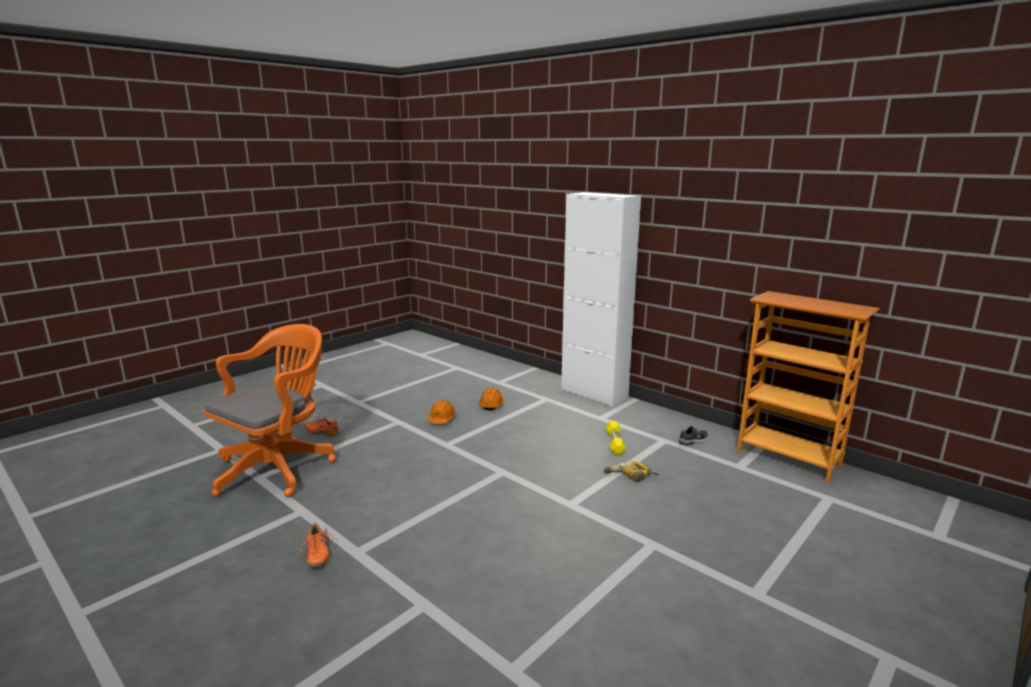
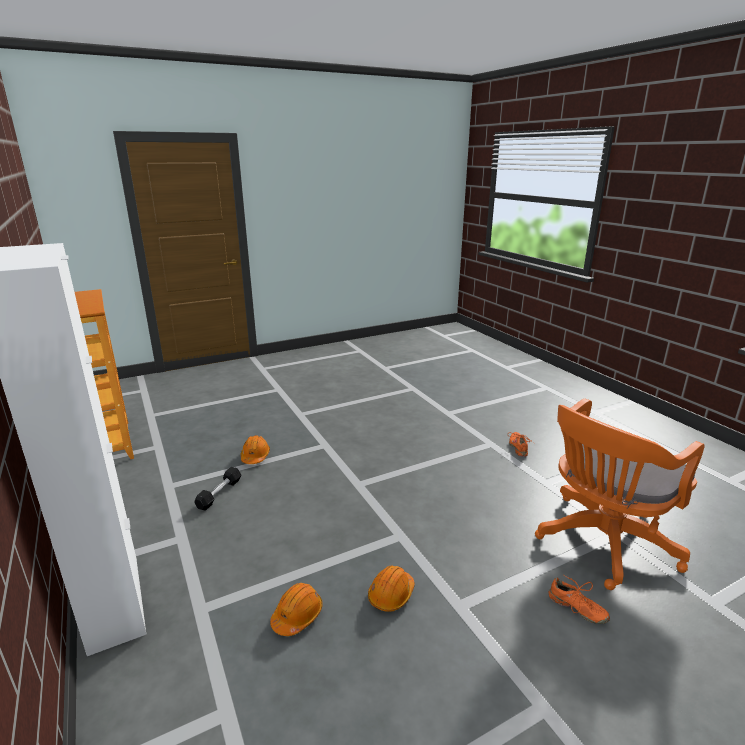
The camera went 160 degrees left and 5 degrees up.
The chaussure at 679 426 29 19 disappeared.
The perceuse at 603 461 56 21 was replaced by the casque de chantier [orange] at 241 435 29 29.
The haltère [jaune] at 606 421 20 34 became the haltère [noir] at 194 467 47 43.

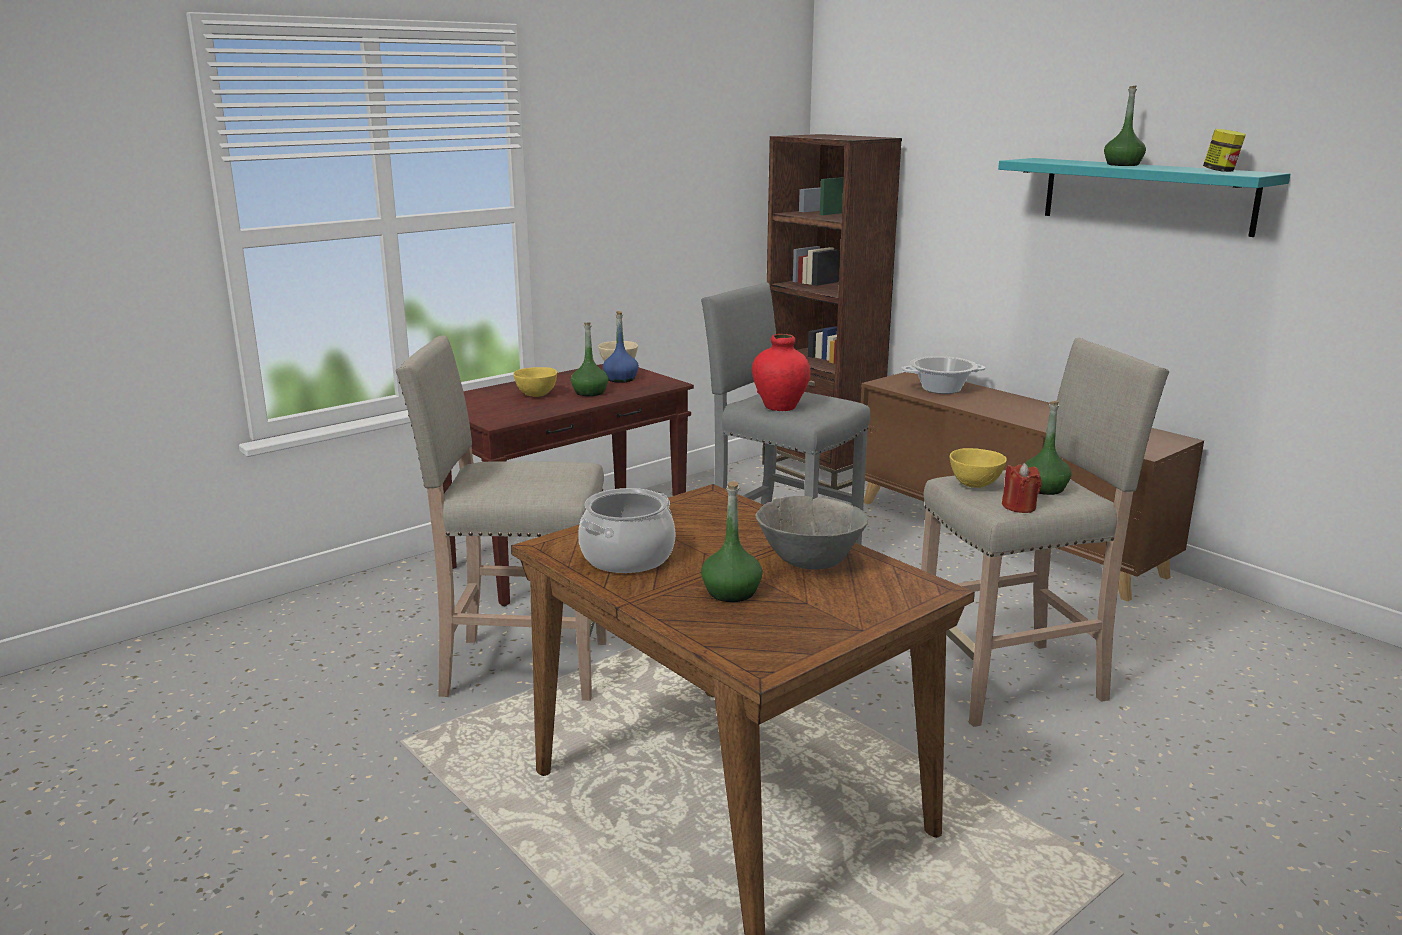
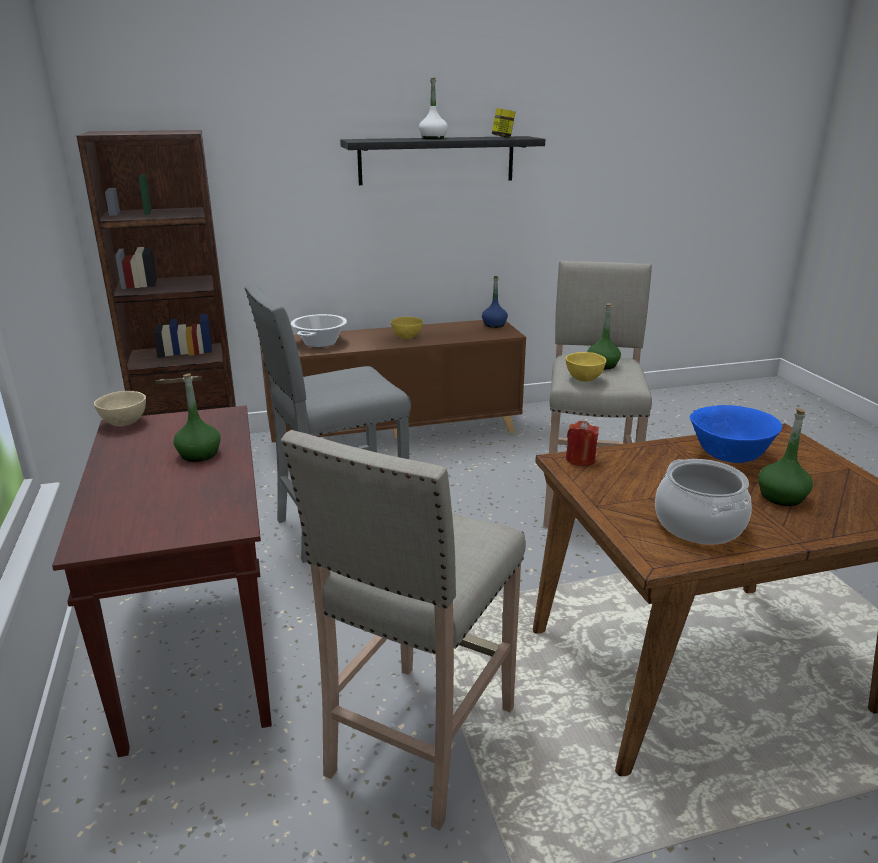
The camera went 65 degrees left and 5 degrees up.
The vase [rouge] at 752 334 59 77 disappeared.
The bol [jaune] moved from 513 367 44 30 to 391 317 32 22.
The bouteille [bleu] moved from 603 311 36 72 to 482 276 26 52.
The bougie [rouge] moved from 1002 463 40 50 to 566 421 33 45.
The bol [gris] at 755 496 113 74 became the bol [bleu] at 690 405 92 58.
The étagère [turquoise] at 998 158 292 79 became the étagère [noir] at 340 136 205 49.
The bouteille [vert] at 1104 86 42 80 became the bouteille [blanc] at 419 77 29 62.

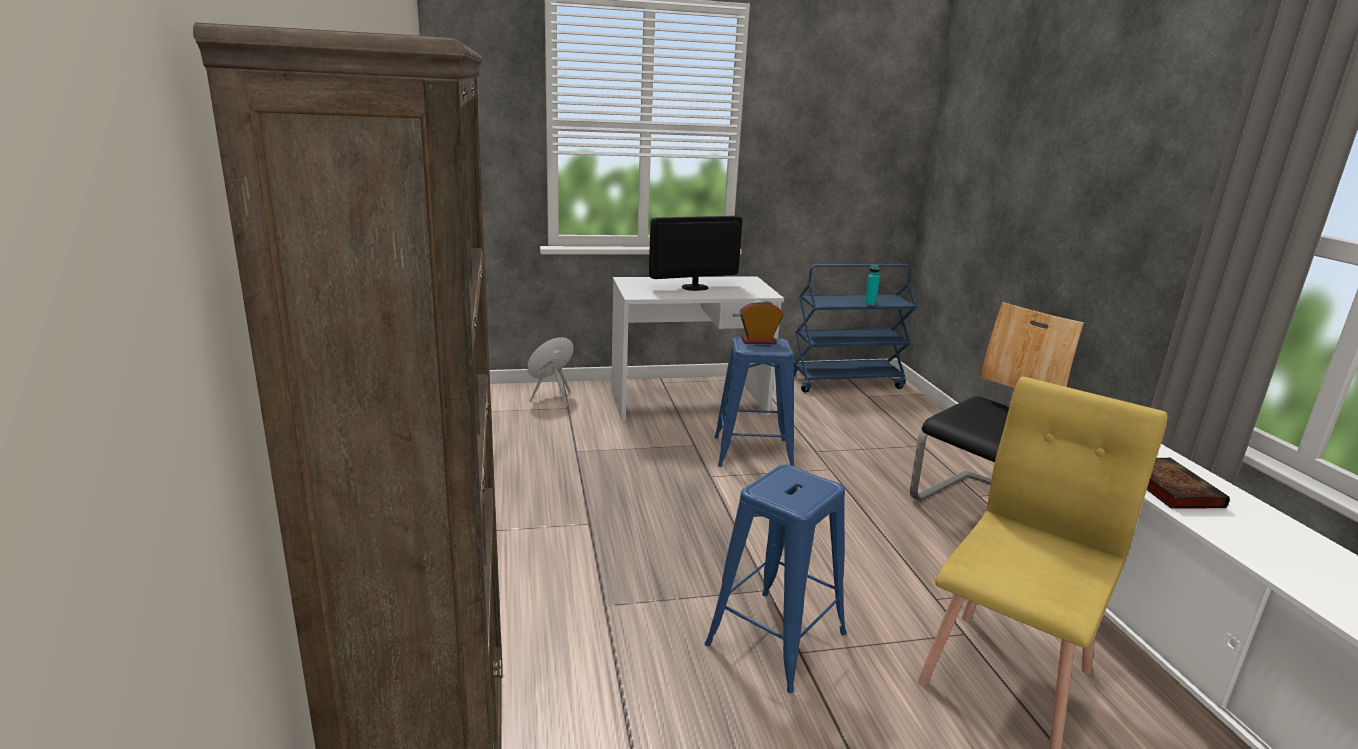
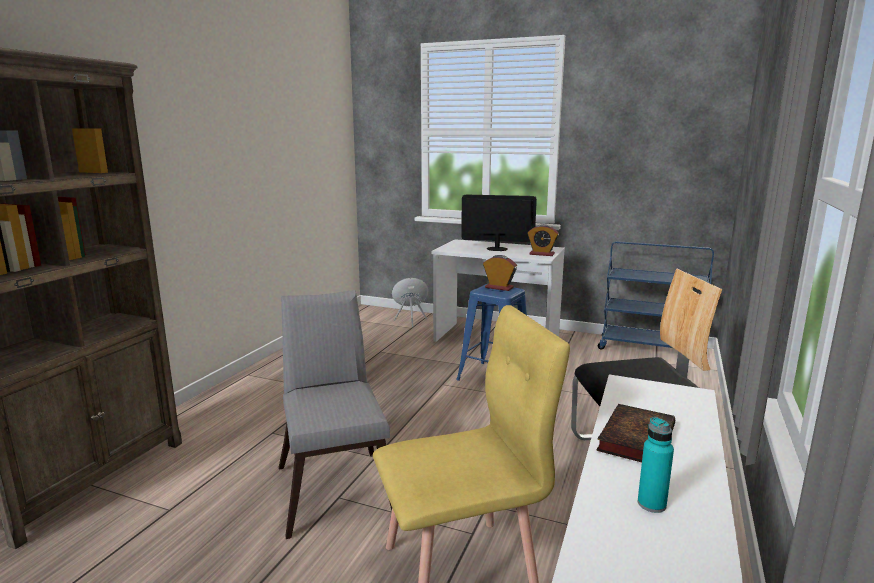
The camera went 35 degrees right and 5 degrees down.
The réveil at 527 224 32 32 appeared.
The bouteille [turquoise] moved from 864 264 16 41 to 638 417 36 96.
The tabouret [bleu] at 704 464 143 229 was replaced by the chaise [gris] at 279 290 113 249.

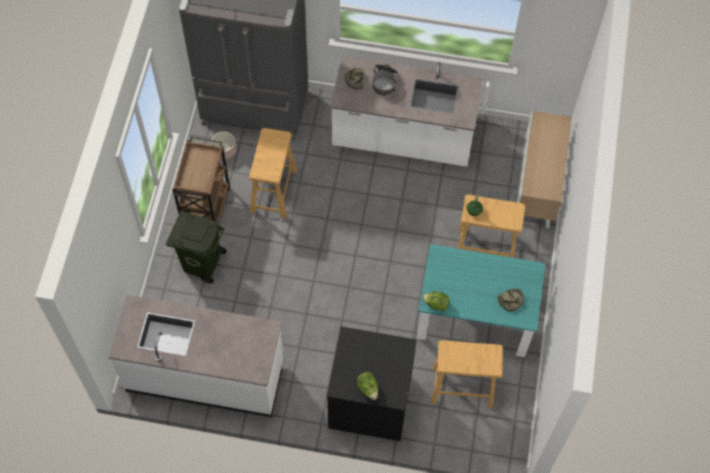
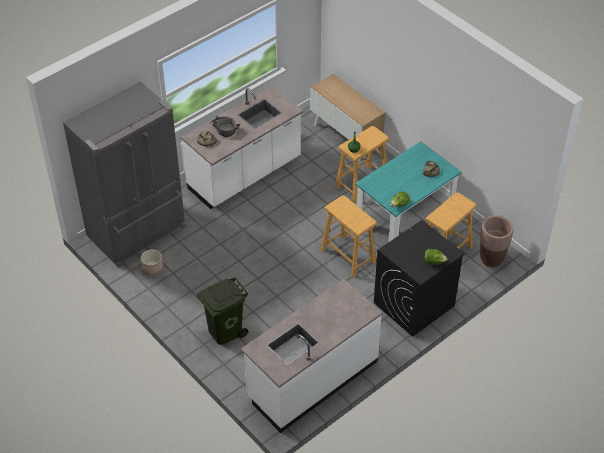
The camera went 50 degrees left and 15 degrees down.
The chariot [marron] at 172 137 58 86 disappeared.
The cache-pot [marron] at 480 215 34 52 appeared.
The tabouret [beige] moved from 249 128 49 91 to 321 196 56 82.

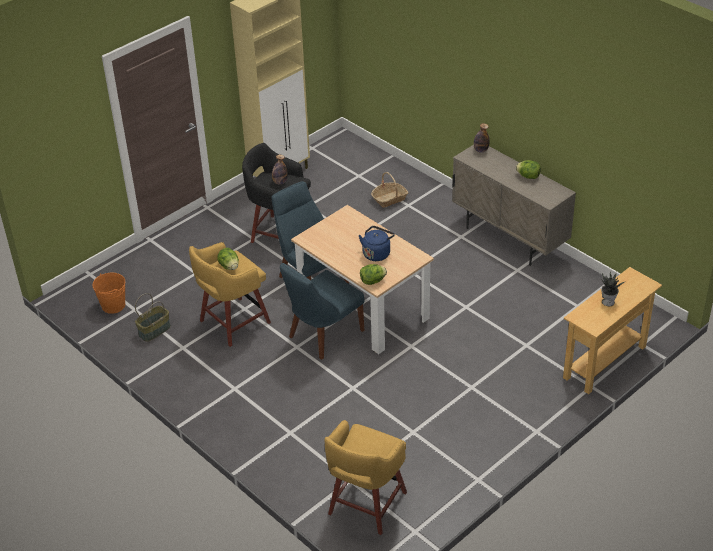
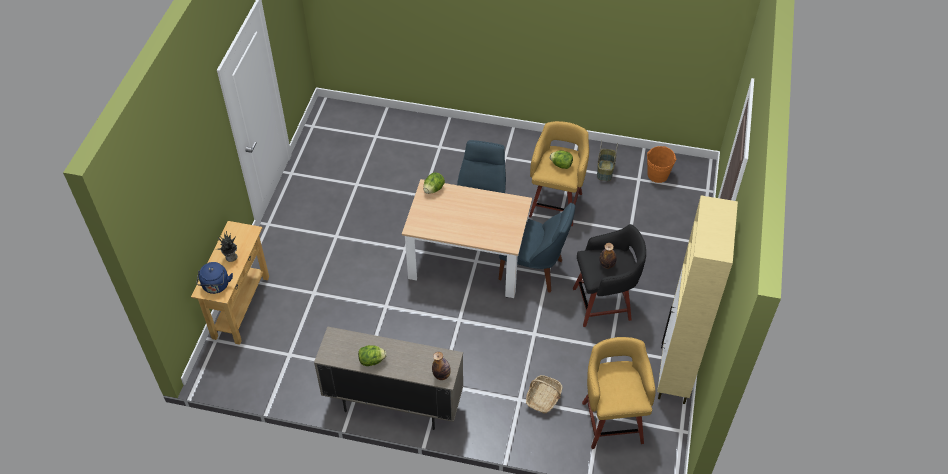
The camera went 145 degrees right and 10 degrees up.
The tabouret [jaune] moved from 324 420 83 115 to 582 337 74 112.
The bouilloire [bleu] moved from 359 226 36 35 to 196 262 37 32.

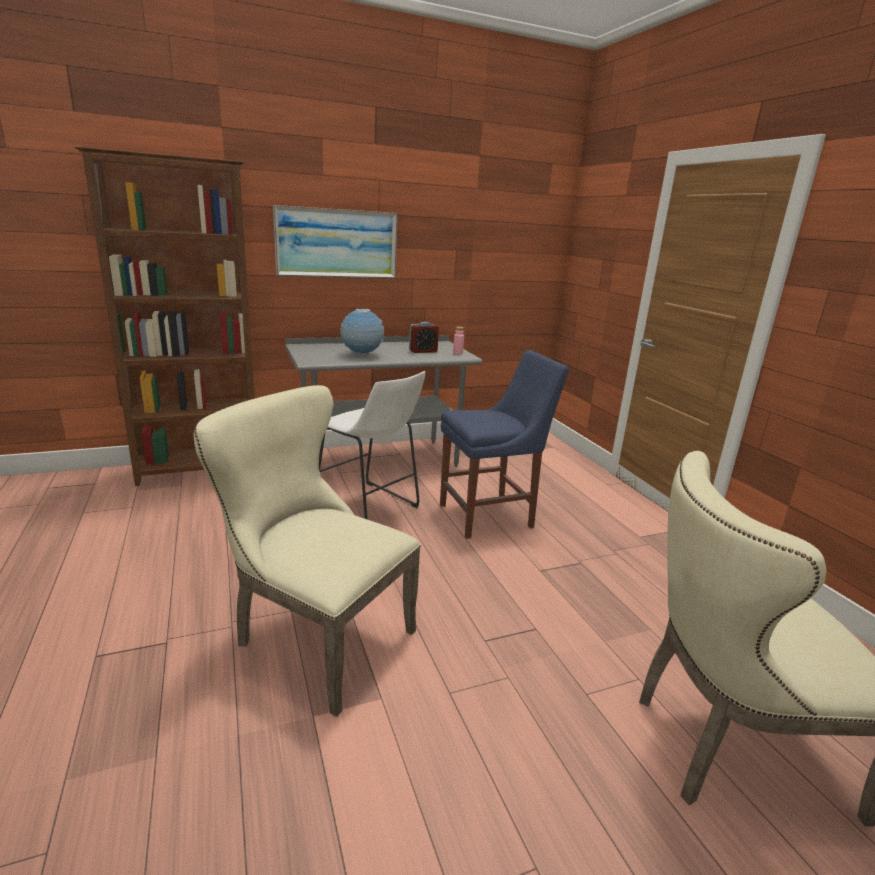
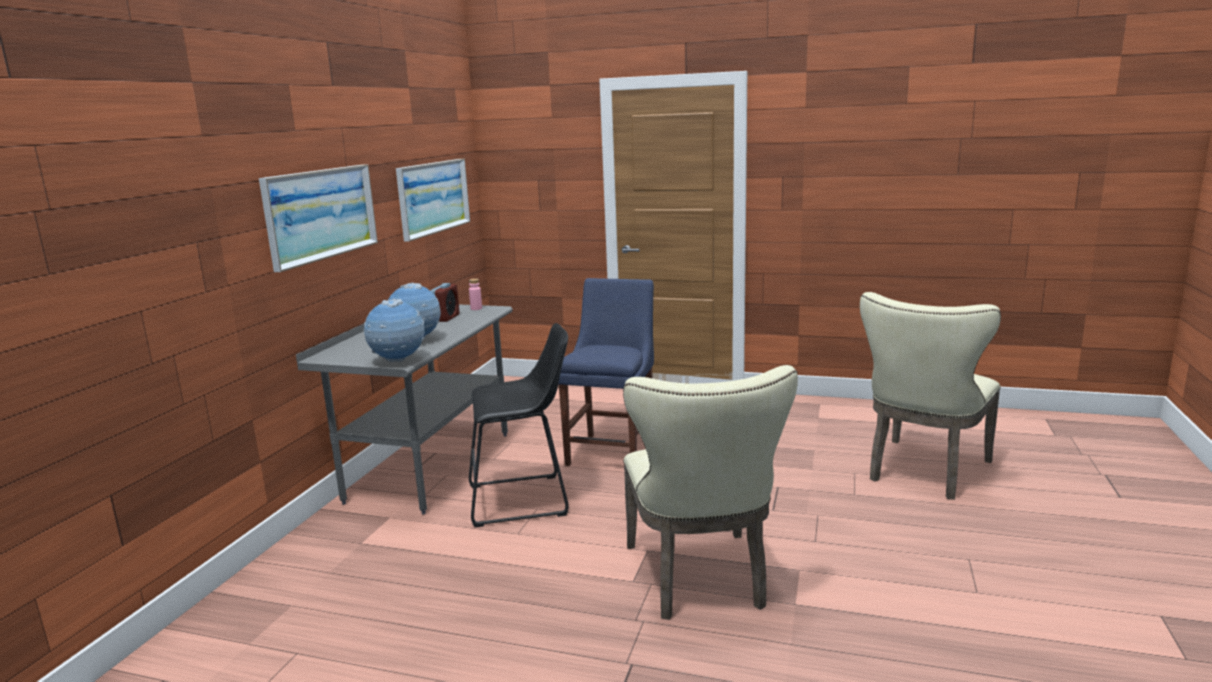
The camera went 50 degrees left and 5 degrees down.
The bibliothèque [marron] at 74 146 181 340 disappeared.
The globe at 364 299 61 63 appeared.
The tableau at 396 159 74 83 appeared.
The tabouret [blanc] at 319 371 106 149 became the tabouret [noir] at 469 323 100 204.
The chaise [beige] at 194 385 227 332 turned 75 degrees counterclockwise.

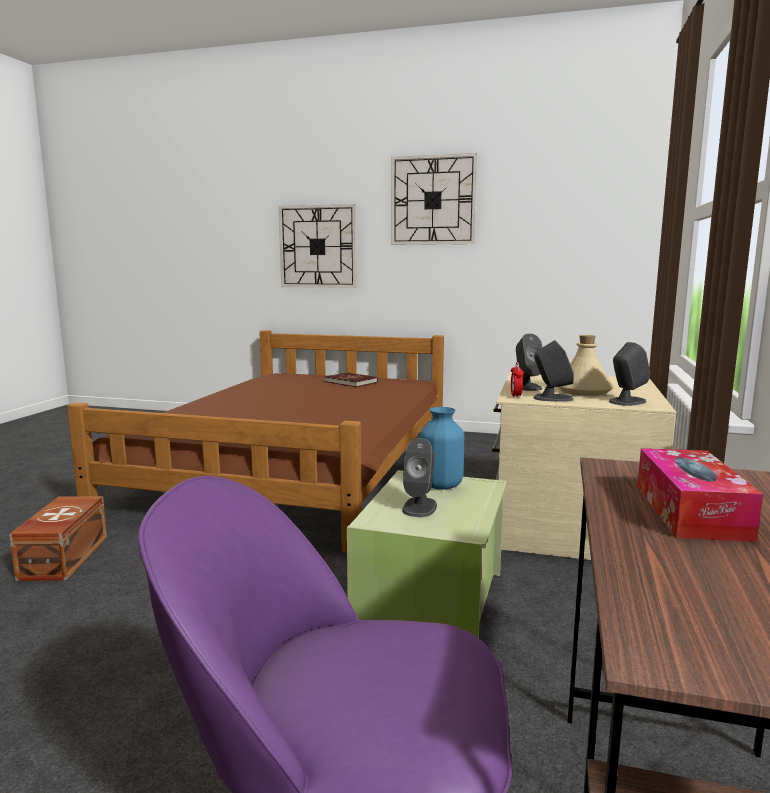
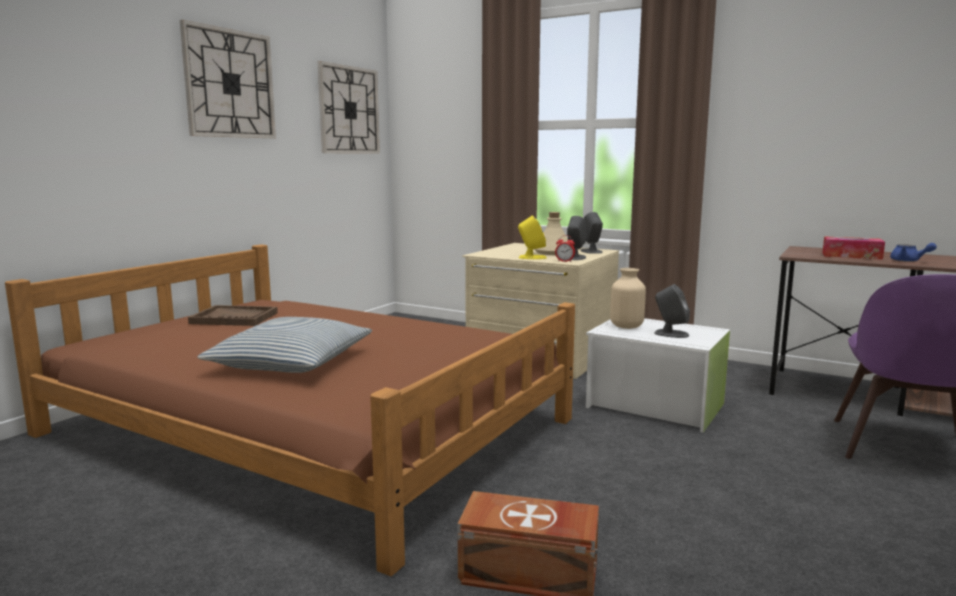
The camera went 75 degrees left and 0 degrees up.
The coussin at 197 317 175 56 appeared.
The théière [bleu] at 890 243 47 19 appeared.
The horloge murale moved from 278 204 79 84 to 318 61 62 93.
The livre [rouge] at 325 372 53 15 was replaced by the plateau [marron] at 188 305 90 21.
The boîte de rangement [vert] at 347 470 160 168 became the boîte de rangement [blanc] at 586 318 144 115.
The vase [bleu] at 420 407 44 83 became the vase [beige] at 610 268 36 61.
The enceinte [gris] at 516 333 26 58 became the enceinte [jaune] at 518 215 29 44.

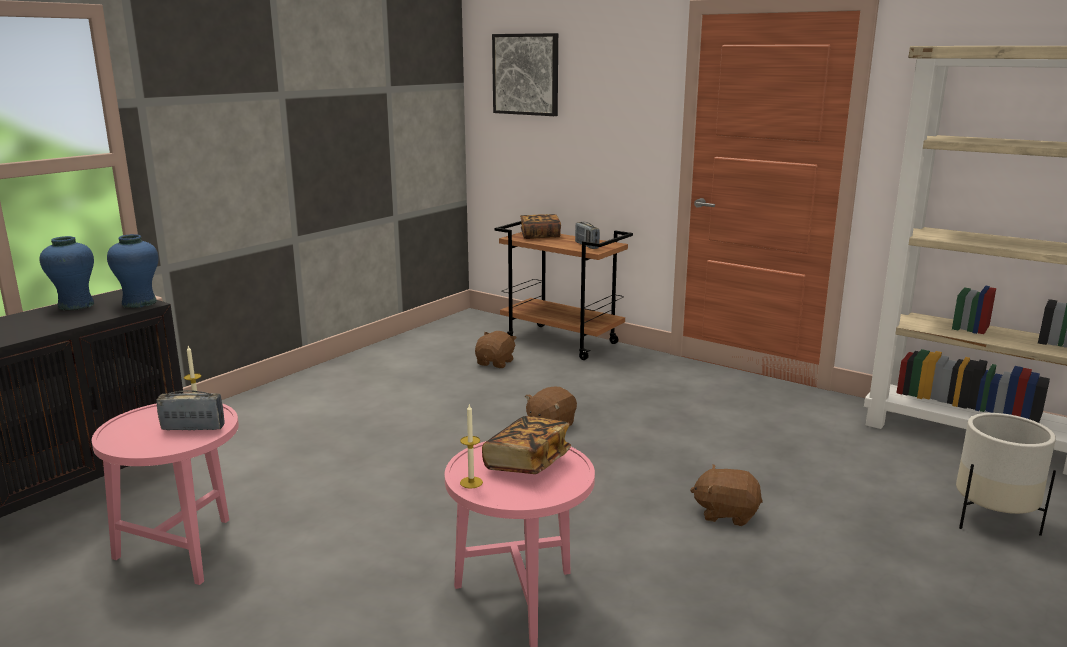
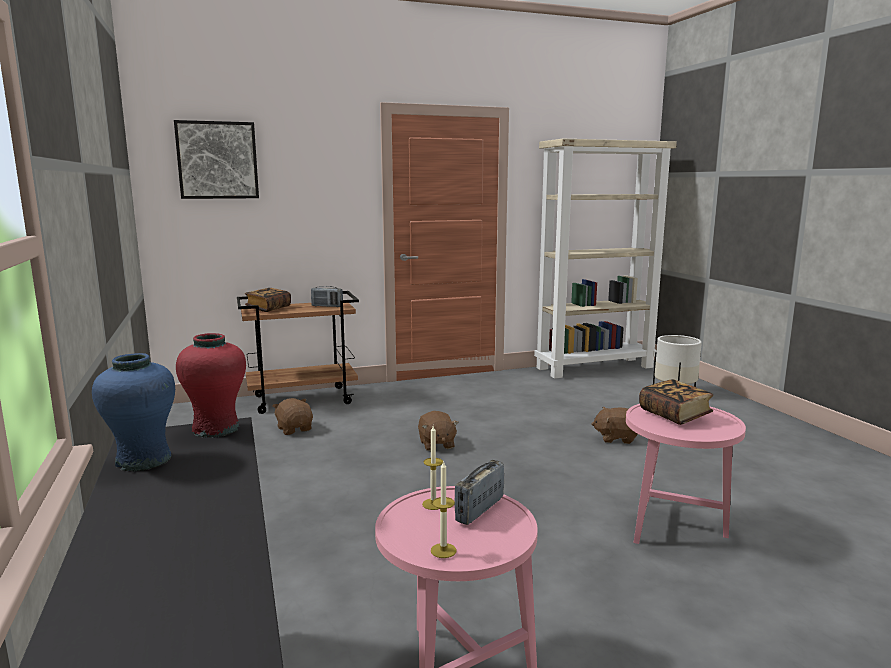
The camera went 55 degrees left and 5 degrees down.
The bougie moved from 460 404 23 85 to 431 460 25 98.
The vase [bleu] at 107 234 52 74 became the vase [rouge] at 176 333 70 105.
The peluche [marron] at 690 464 73 62 turned 45 degrees clockwise.

